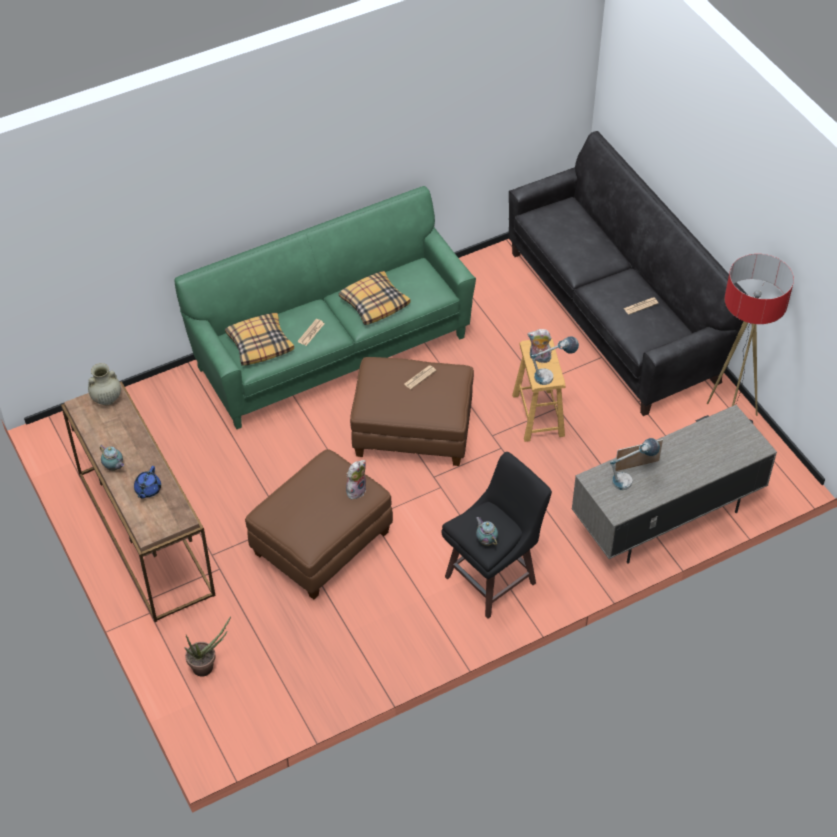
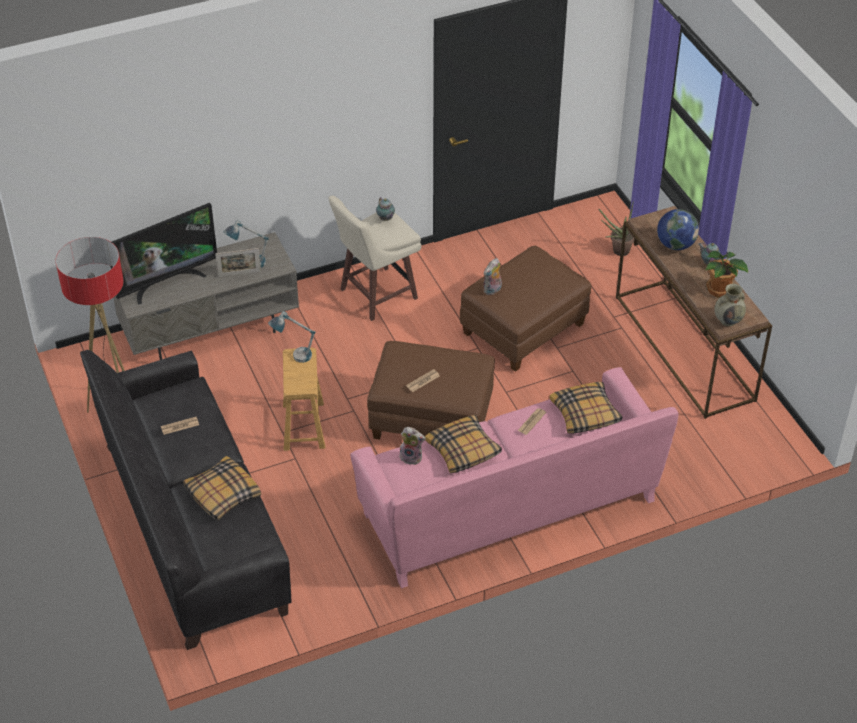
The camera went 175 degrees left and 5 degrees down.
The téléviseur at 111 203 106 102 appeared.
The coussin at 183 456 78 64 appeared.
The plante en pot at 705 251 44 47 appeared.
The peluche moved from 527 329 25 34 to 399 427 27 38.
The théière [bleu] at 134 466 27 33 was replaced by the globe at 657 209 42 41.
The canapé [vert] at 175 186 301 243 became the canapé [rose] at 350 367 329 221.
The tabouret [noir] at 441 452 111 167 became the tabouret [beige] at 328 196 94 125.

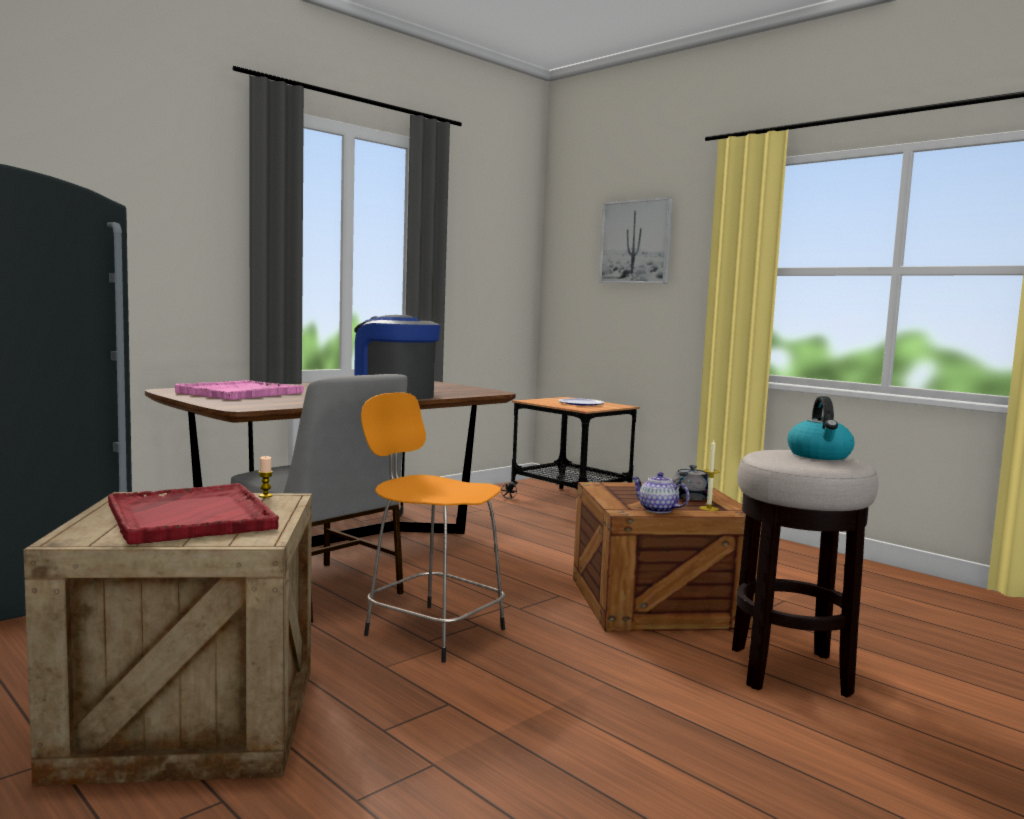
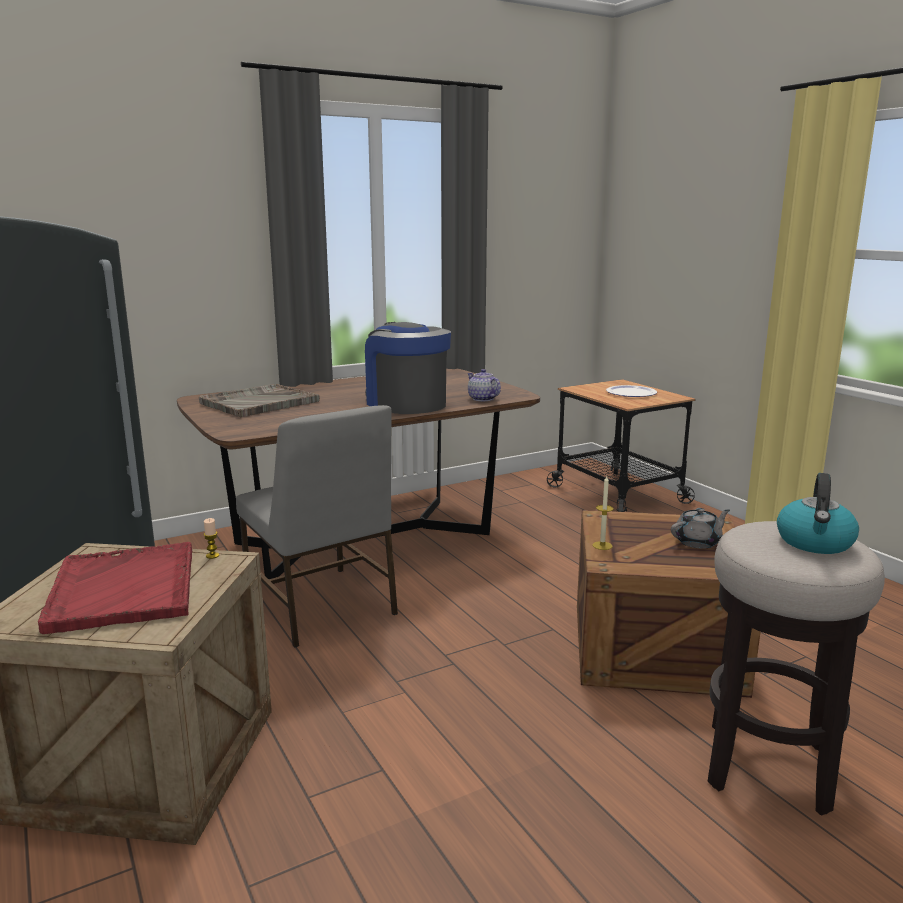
The camera went 15 degrees right and 10 degrees up.
The tabouret [orange] at 361 392 144 271 disappeared.
The tableau at 599 197 74 86 disappeared.
The théière moved from 631 472 59 41 to 467 369 34 32.
The bougie moved from 699 440 21 71 to 592 476 22 74.
The plateau [rose] at 175 380 128 20 became the plateau [gris] at 199 384 121 34.

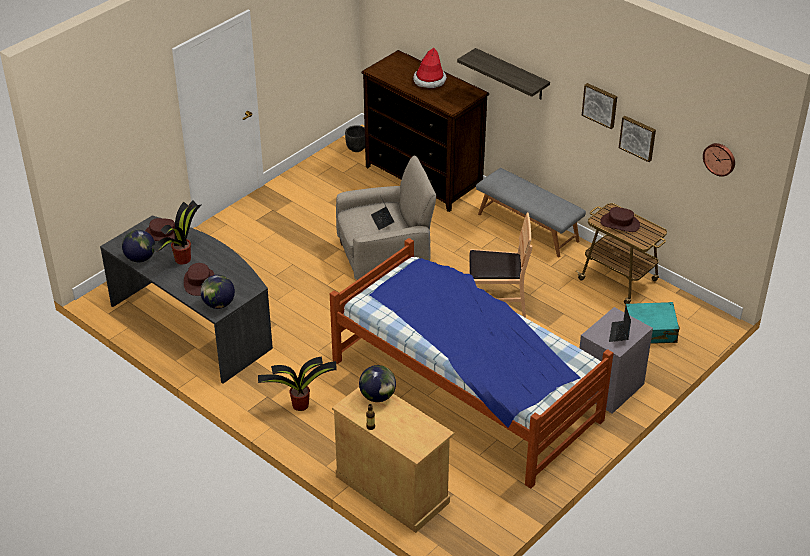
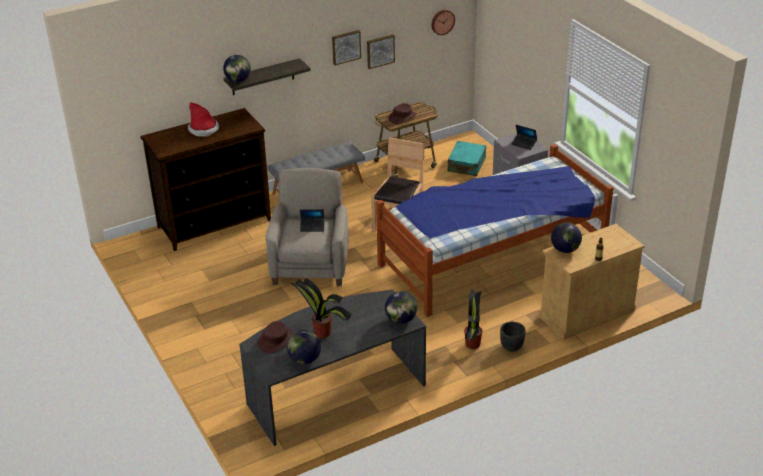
The camera went 70 degrees left and 5 degrees down.
The chapeau [marron] at 184 263 30 33 disappeared.
The globe at 223 55 28 27 appeared.
The cache-pot [noir] moved from 345 125 20 27 to 500 322 26 30.

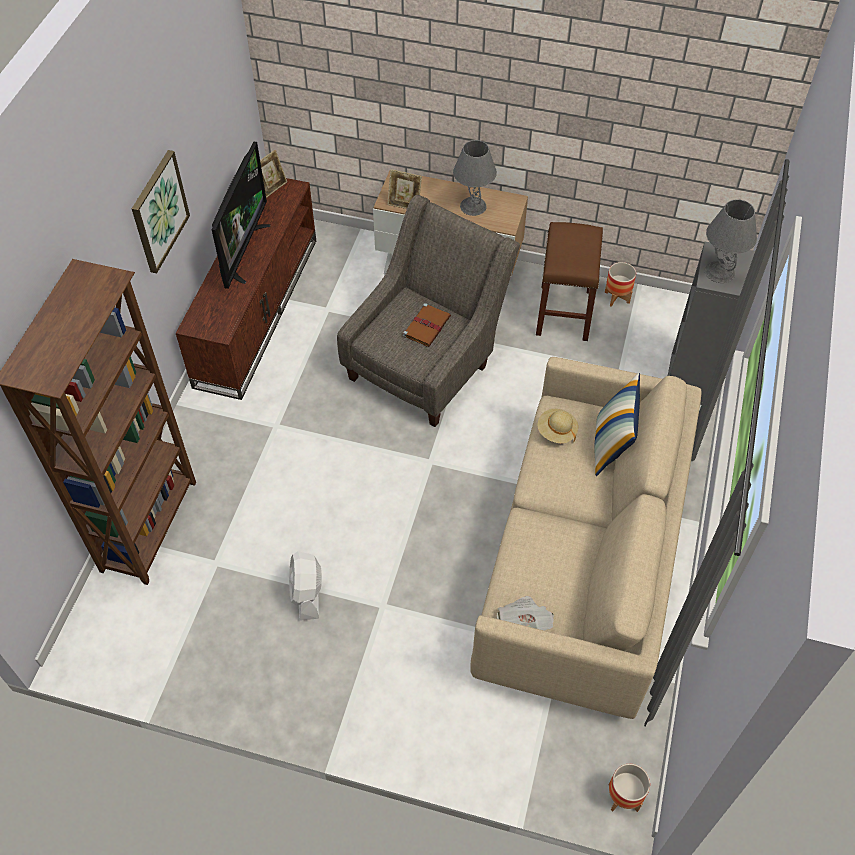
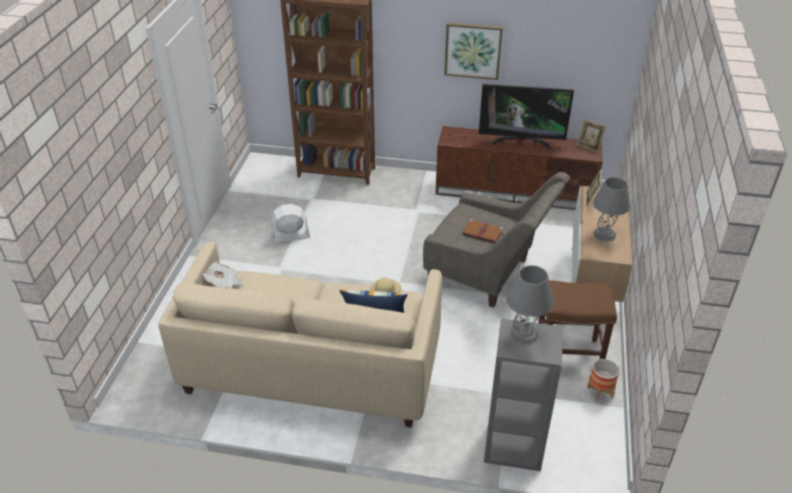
The camera went 85 degrees right and 15 degrees down.
The cache-pot at 609 764 41 48 disappeared.

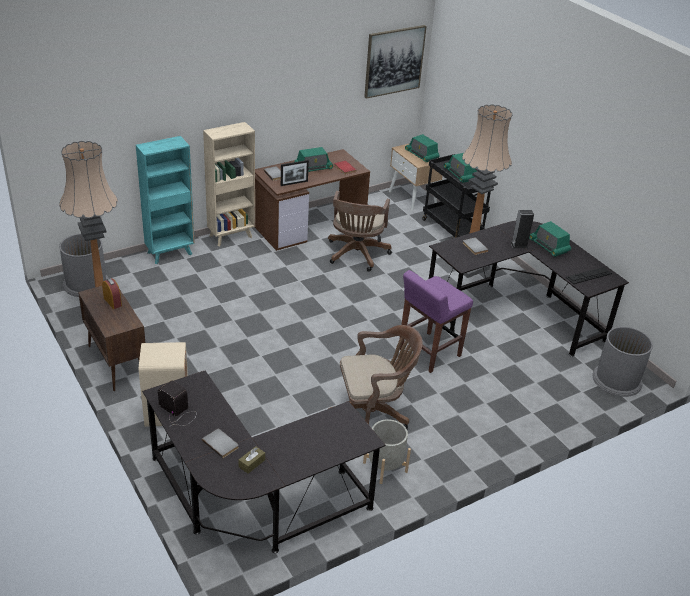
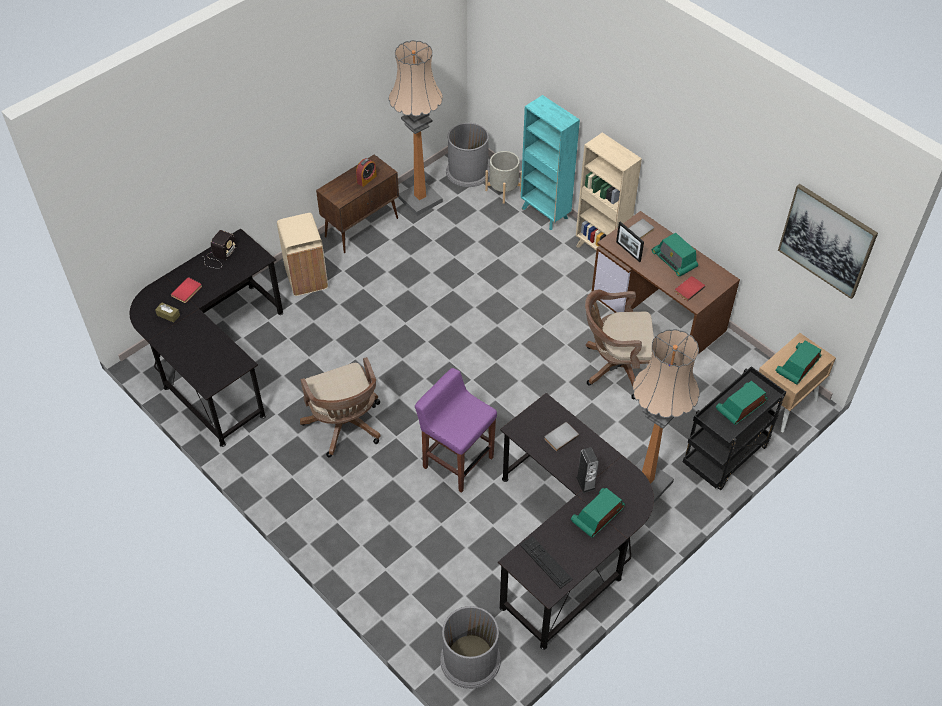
The camera went 80 degrees right and 15 degrees up.
The cache-pot [gris] moved from 363 419 48 65 to 485 151 37 53.
The livre [gris] at 202 429 37 29 became the livre [rouge] at 171 277 31 26.

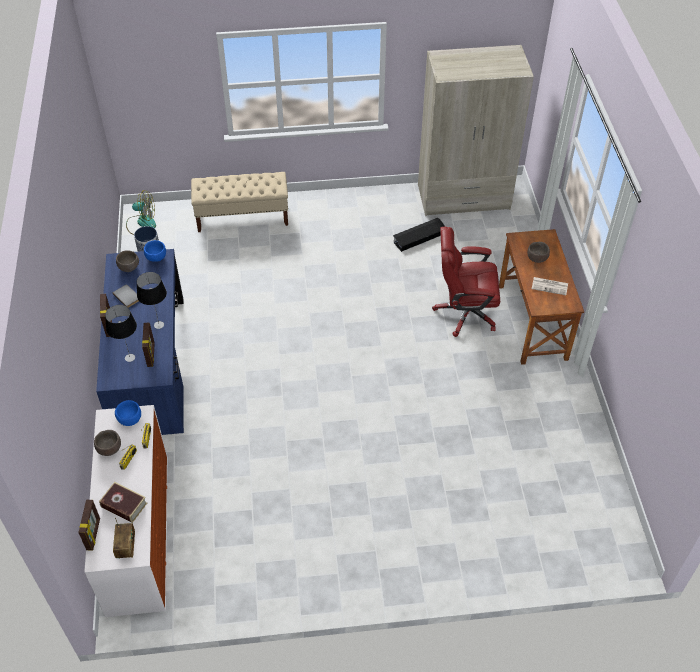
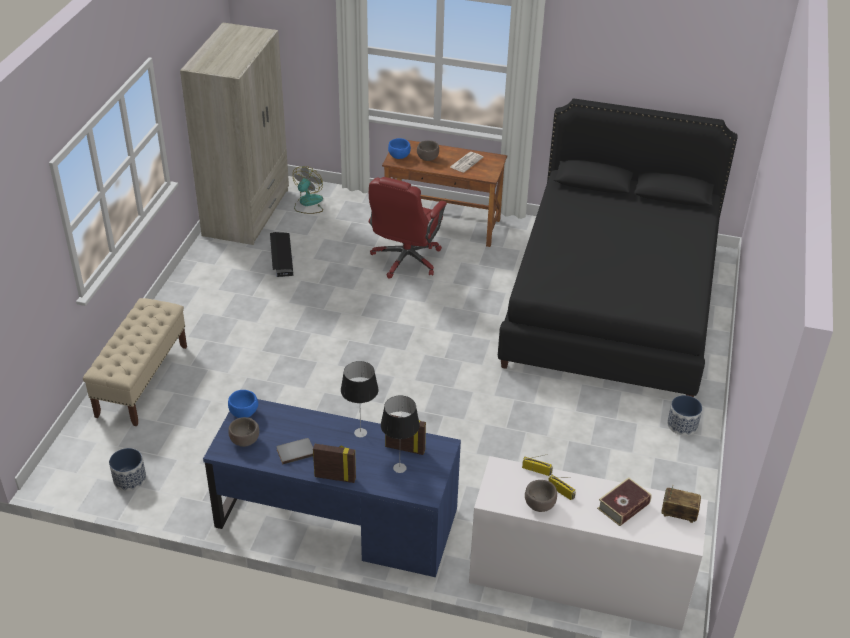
The camera went 70 degrees left and 10 degrees down.
The cadre photo at 78 500 22 50 disappeared.
The lit [noir] at 498 98 240 299 appeared.
The cache-pot at 667 395 35 41 appeared.
The bol [bleu] moved from 115 400 26 26 to 388 138 23 21.
The ventilateur moved from 126 190 30 45 to 293 166 30 48.

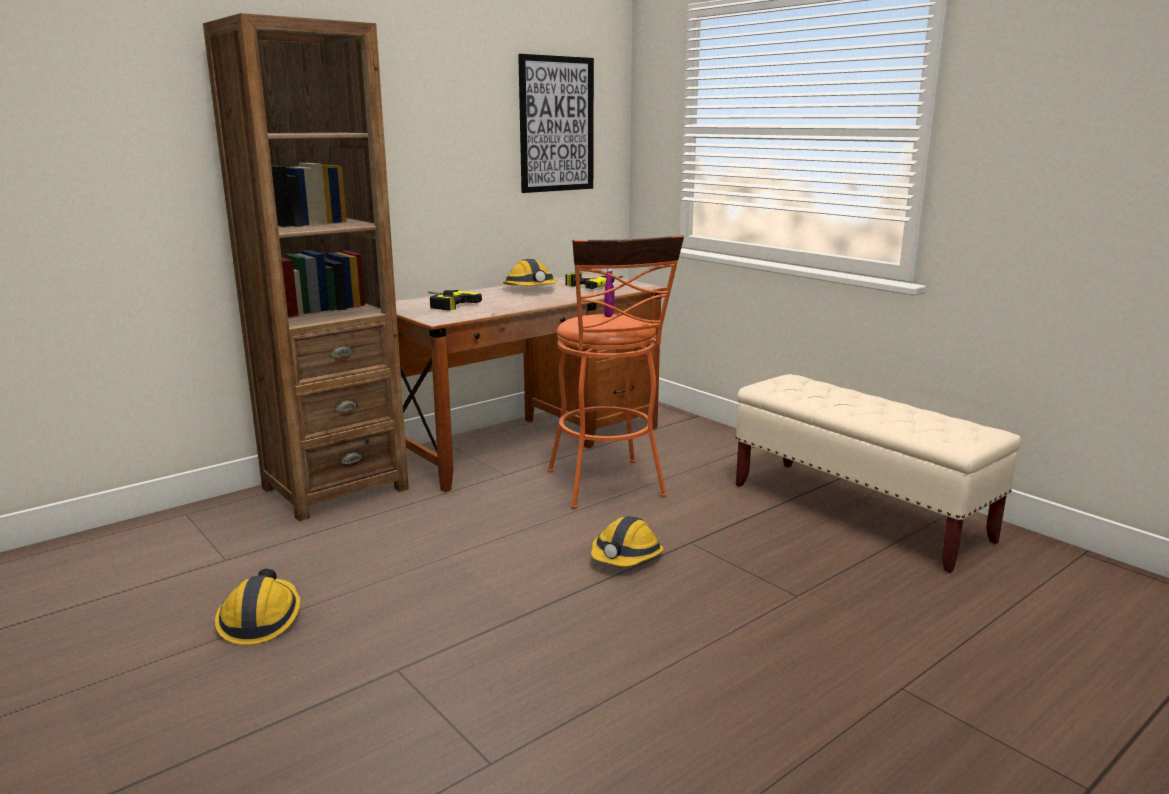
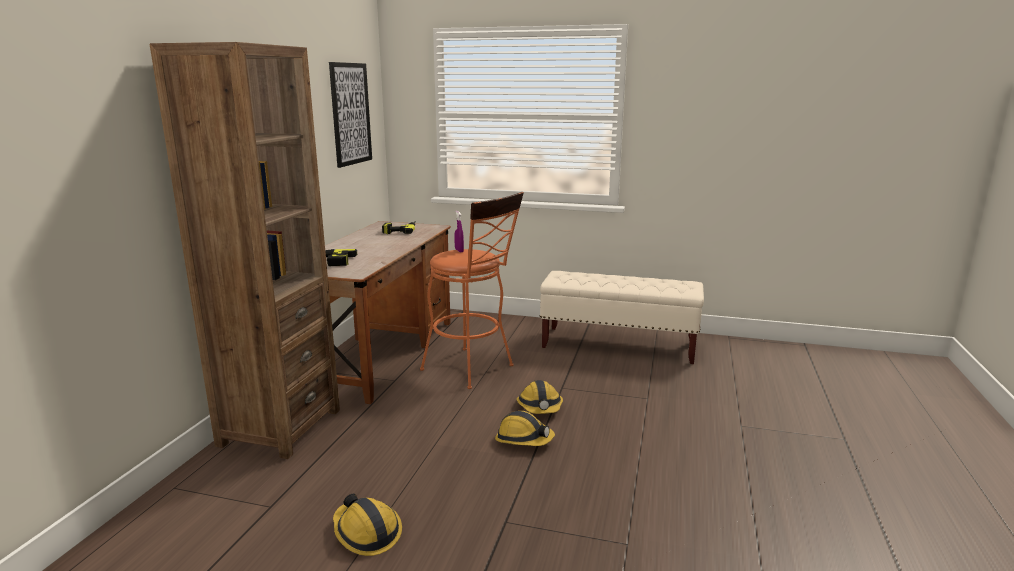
The camera went 35 degrees left and 0 degrees up.
The casque de chantier moved from 503 259 53 27 to 495 411 60 35.

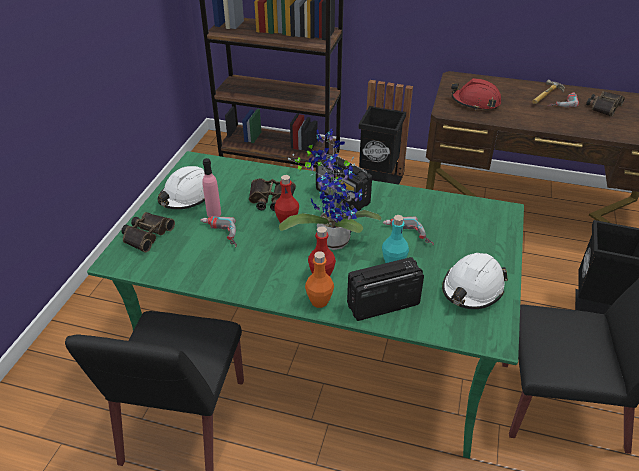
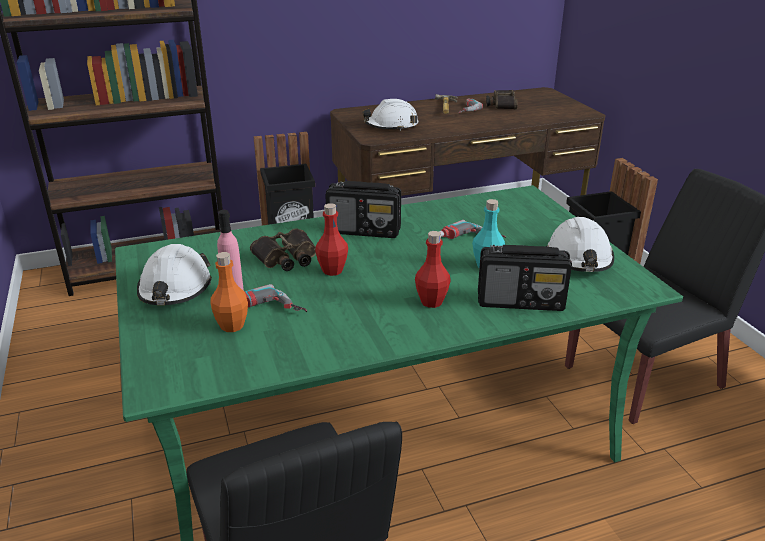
The camera went 35 degrees left and 10 degrees down.
The jumelles at 121 212 54 40 disappeared.
The plante en pot at 279 128 102 122 disappeared.
The bouteille [orange] moved from 305 252 29 56 to 210 252 38 80.
The casque de chantier [rouge] at 451 78 50 32 became the casque de chantier [blanc] at 362 99 57 32.
The radio at 347 257 77 64 turned 120 degrees counterclockwise.

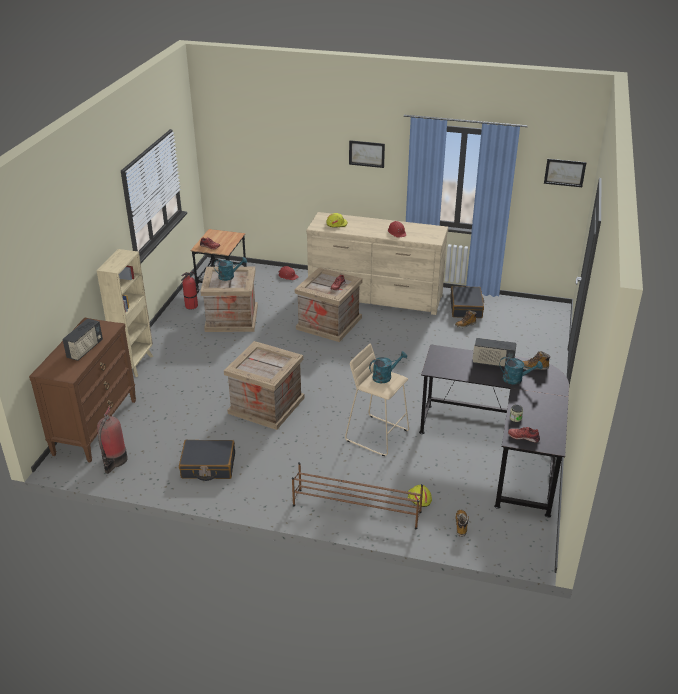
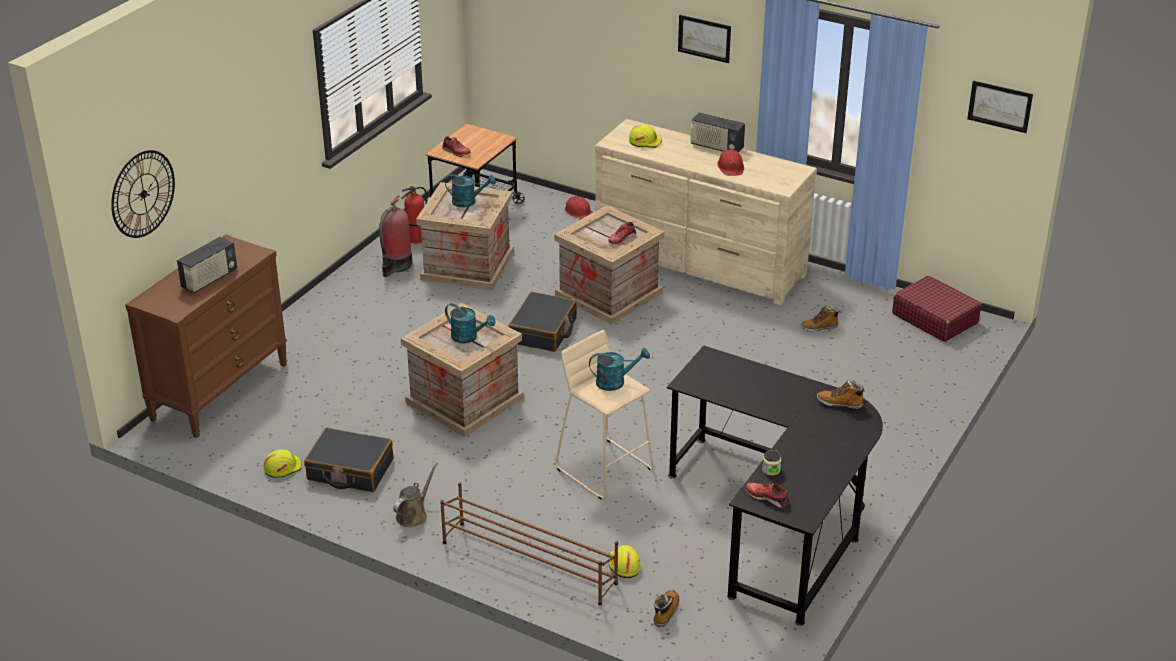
The camera went 15 degrees right and 0 degrees up.
The bibliothèque [beige] at 97 249 56 128 disappeared.
The horloge murale at 111 150 64 88 appeared.
The casque de chantier [jaune] at 263 449 39 29 appeared.
The arrosoir [marron] at 393 462 45 65 appeared.
The valise [rouge] at 892 276 90 66 appeared.
The extincteur moved from 97 406 31 68 to 379 195 34 82.
The valise [noir] moved from 450 286 34 32 to 509 292 68 60.
The radio moved from 473 338 43 29 to 690 112 55 40.
The arrosoir [turquoise] moved from 499 357 44 28 to 445 303 51 40.

